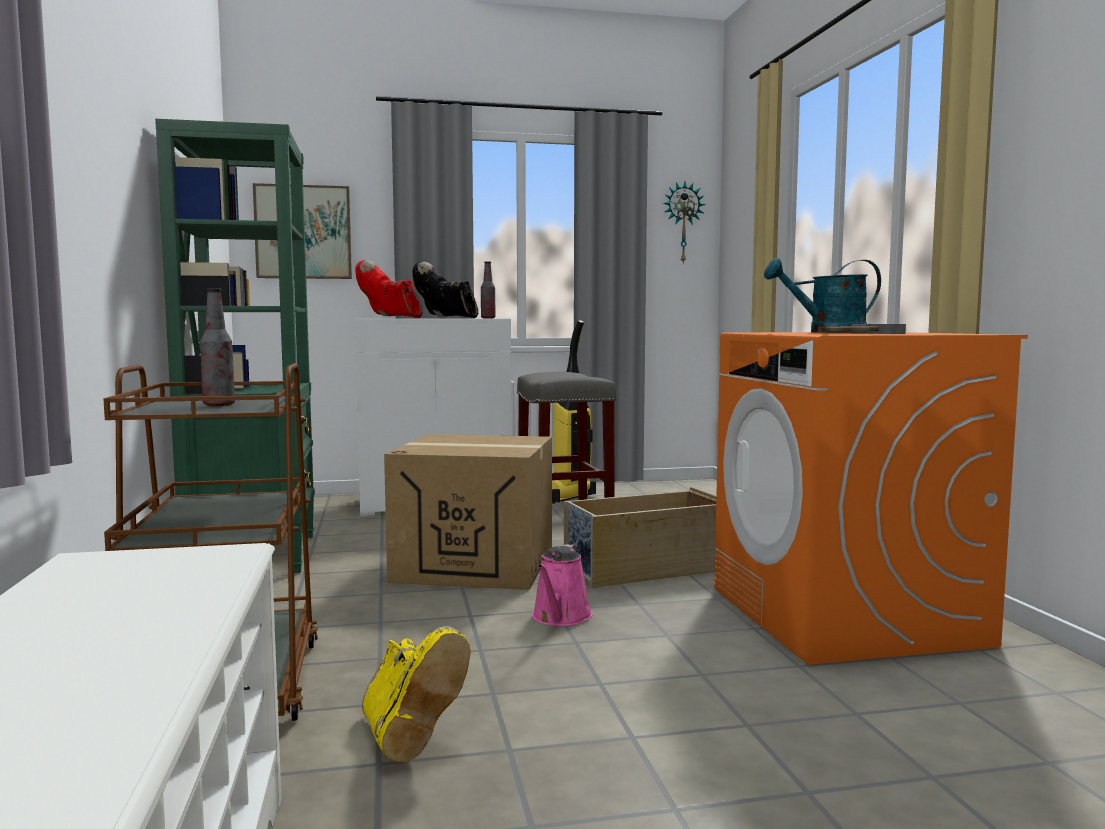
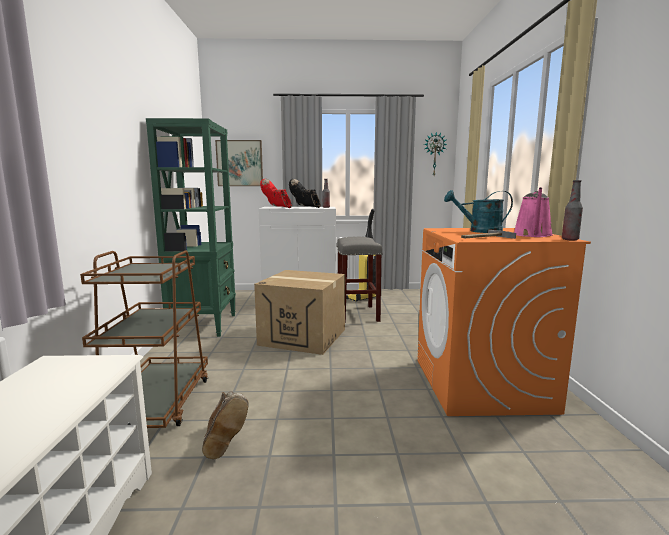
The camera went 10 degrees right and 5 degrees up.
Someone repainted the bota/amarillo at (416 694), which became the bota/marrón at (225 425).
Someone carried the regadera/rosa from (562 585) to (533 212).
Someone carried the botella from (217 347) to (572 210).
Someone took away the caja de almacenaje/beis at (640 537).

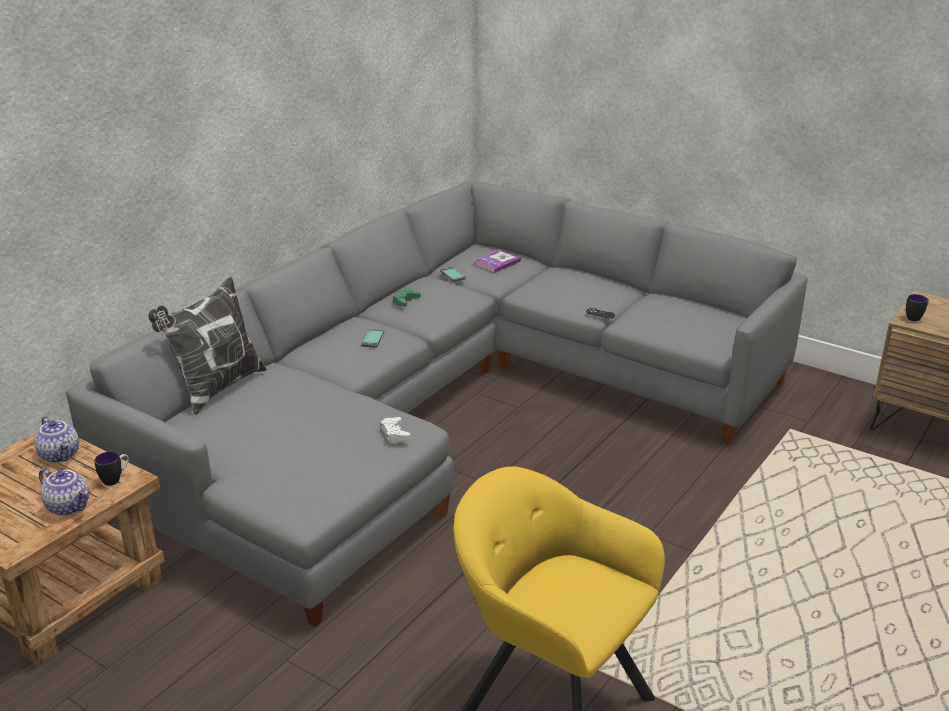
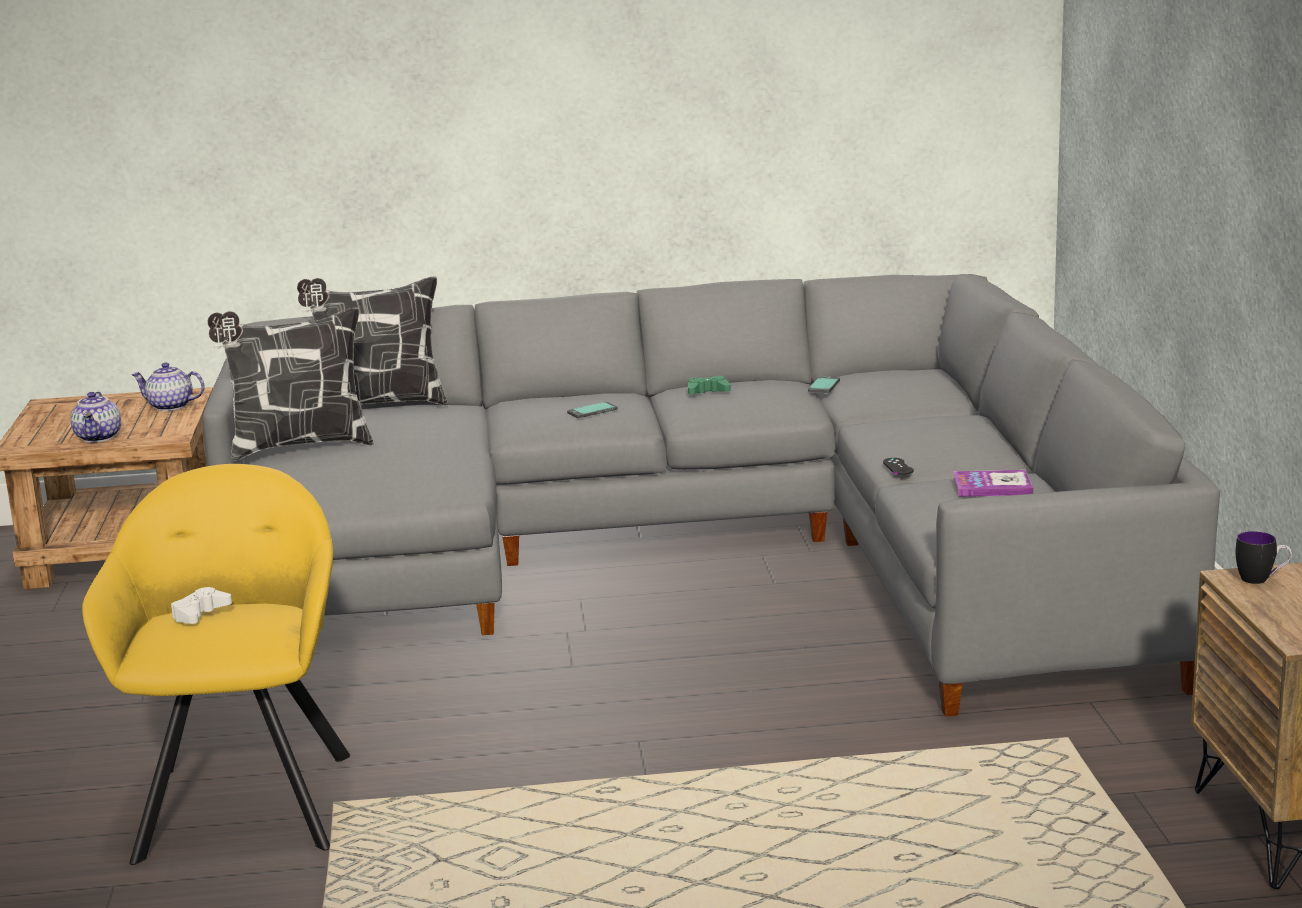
The camera went 50 degrees right and 10 degrees down.
Someone rotated the tetera at (56 439) by 90 degrees clockwise.
Someone carried the mando de consola/blanco from (395 430) to (201 605).
Someone put down the cojín at (290 384).
Someone carried the libro from (497 261) to (993 483).
Someone took away the taza grande at (111 469).

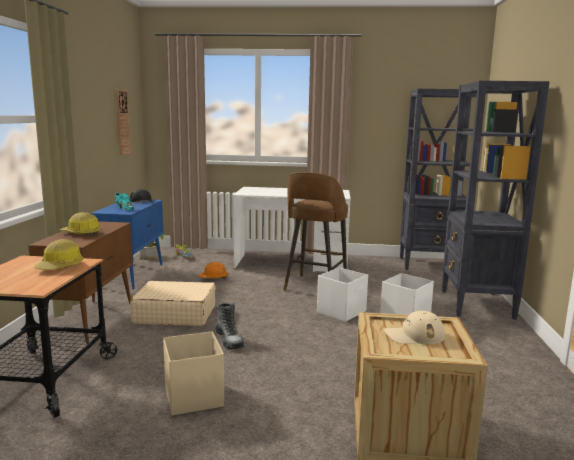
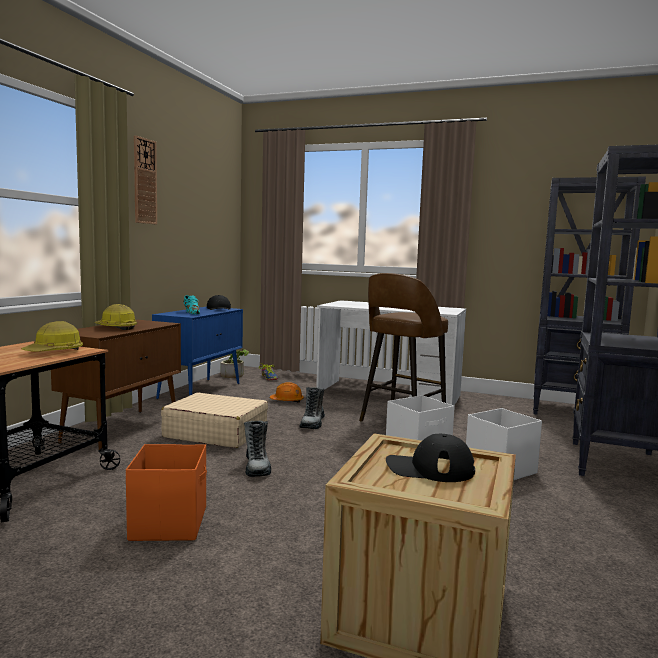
The camera went 15 degrees right and 5 degrees down.
Someone repainted the caja de almacenaje/beis at (193 373), which became the caja de almacenaje/naranja at (166 492).
Someone carried the reloj de pared from (123 122) to (145 179).
Someone put down the bota at (312 408).
Someone repainted the gorra/beis at (414 327), which became the gorra/negro at (430 458).

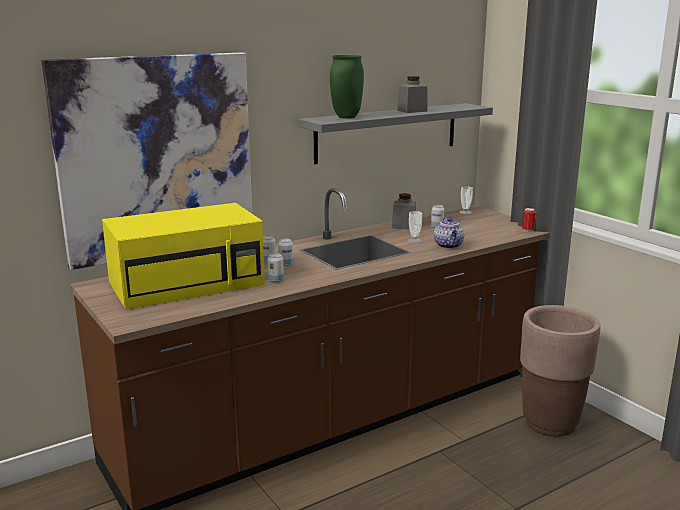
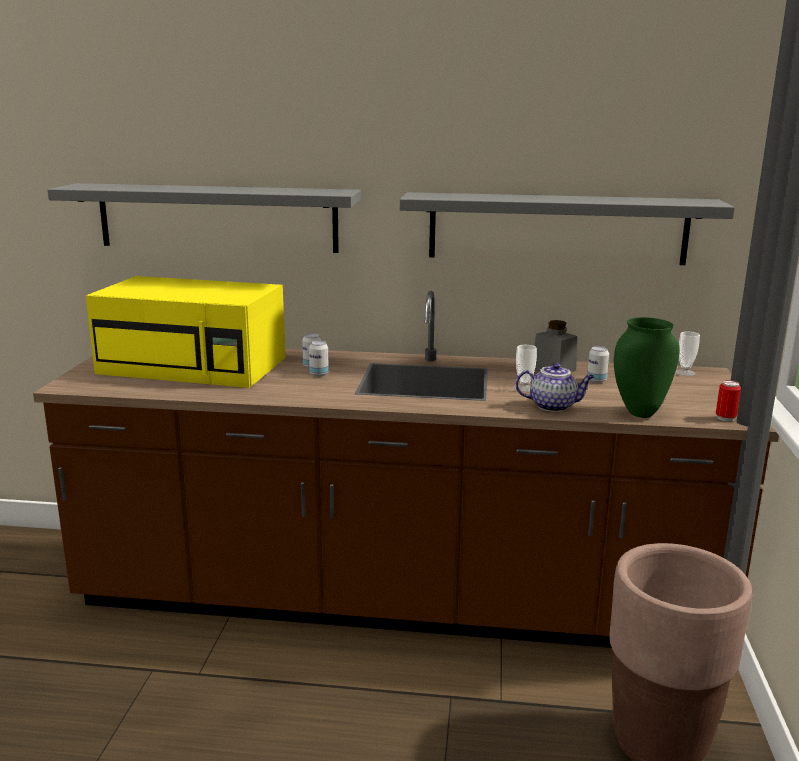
The camera went 40 degrees right and 0 degrees up.
Someone swapped the cuadro at (146 161) for the estante/gris at (204 218).
Someone rotated the tetera at (449 233) by 120 degrees counterclockwise.
Someone carried the florero/verde from (347 87) to (647 367).
Someone took away the lata at (275 268).
Someone took away the tarro/gris at (412 94).

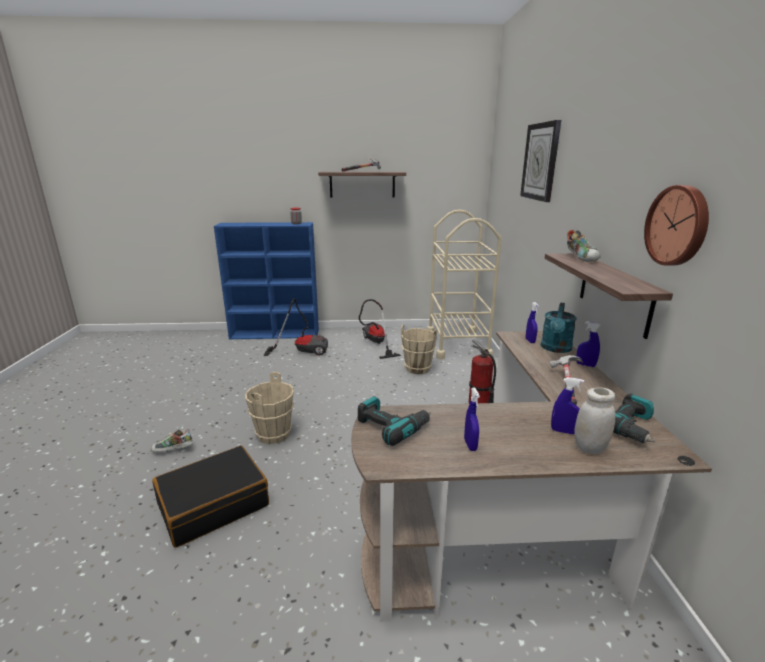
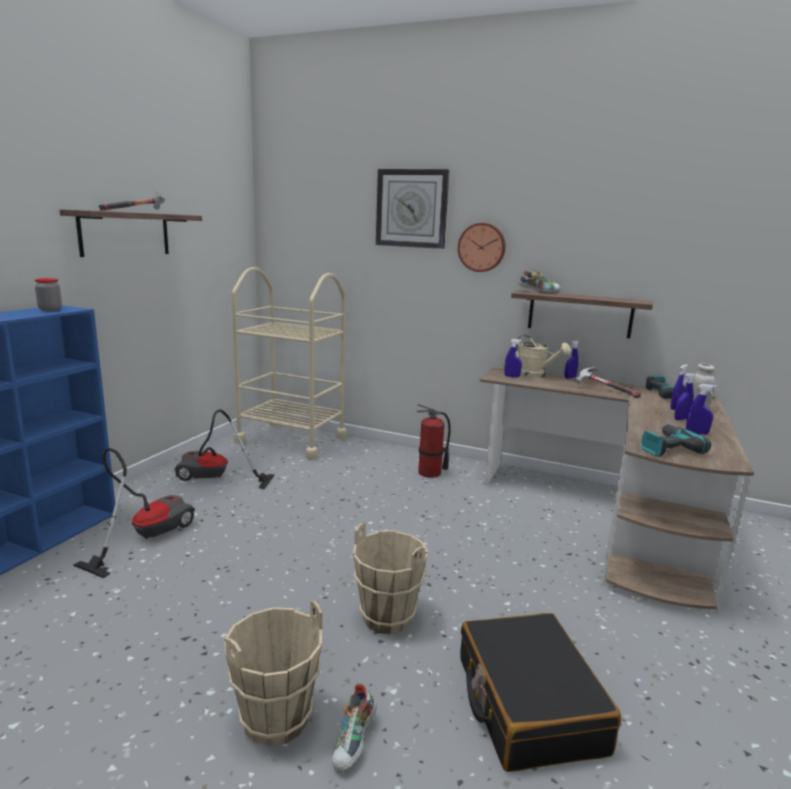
The camera went 65 degrees left and 5 degrees down.
Someone carried the cubo/beis from (419 349) to (273 674).
Someone carried the reloj de pared from (676 225) to (482 247).
Someone repainted the regadera/turquesa at (559 327), which became the regadera/beis at (543 356).
Someone put down the pulverizador/azul at (684 396).

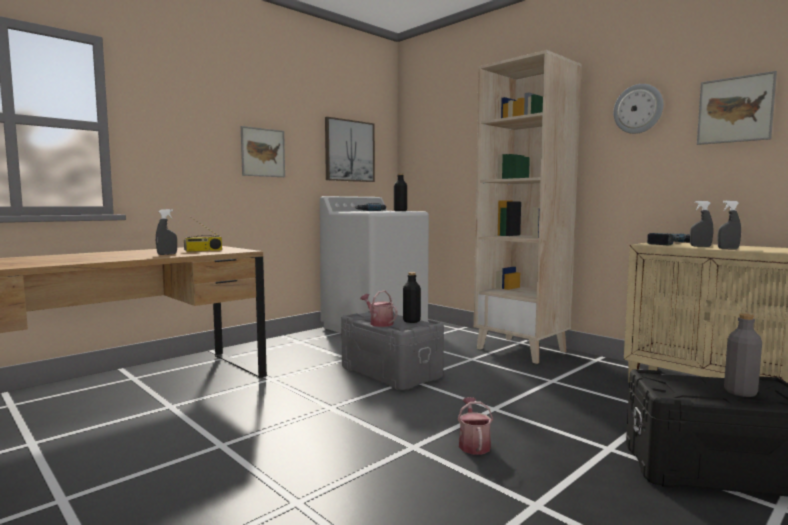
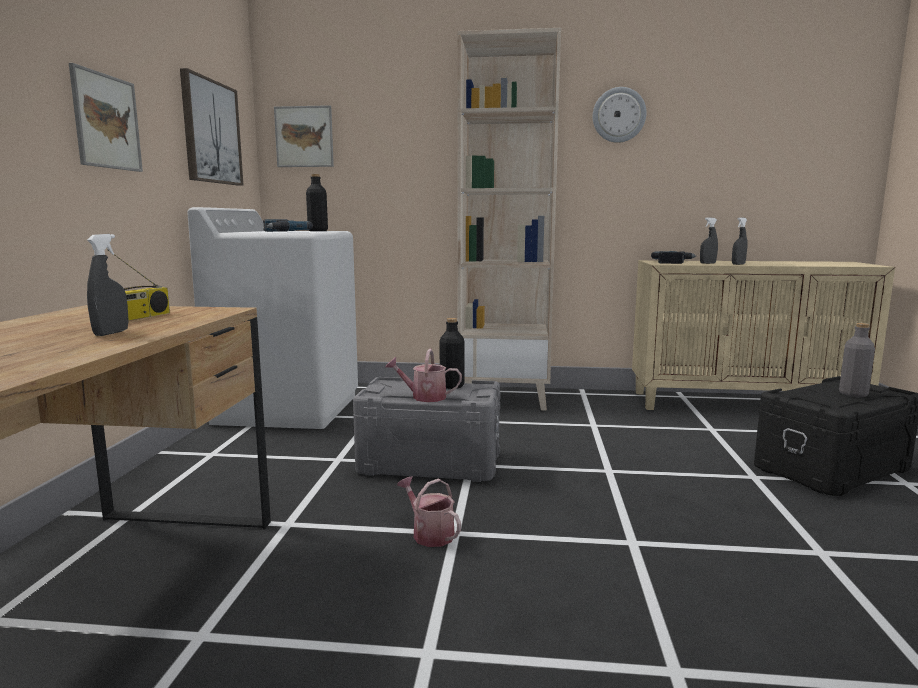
The camera went 40 degrees left and 5 degrees up.
Someone carried the cuadro from (737 108) to (304 136).
Someone carried the regadera from (475 425) to (429 512).

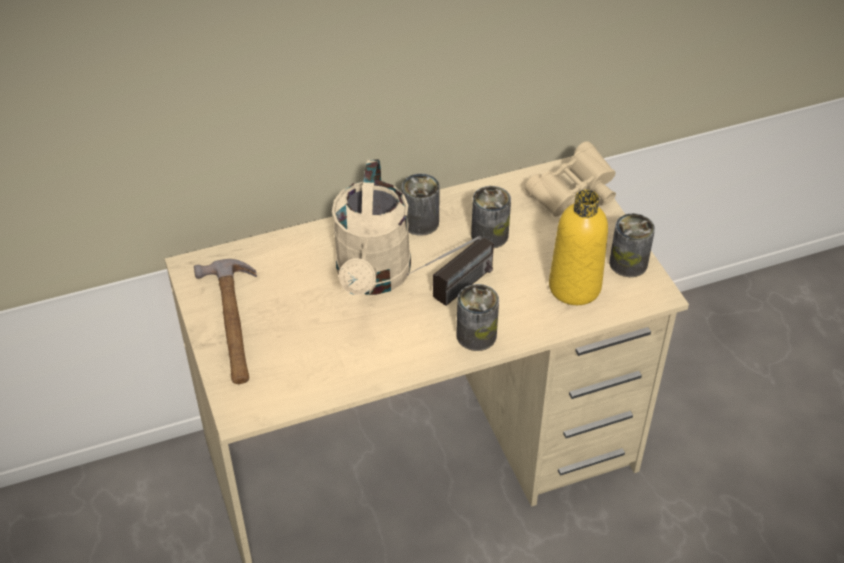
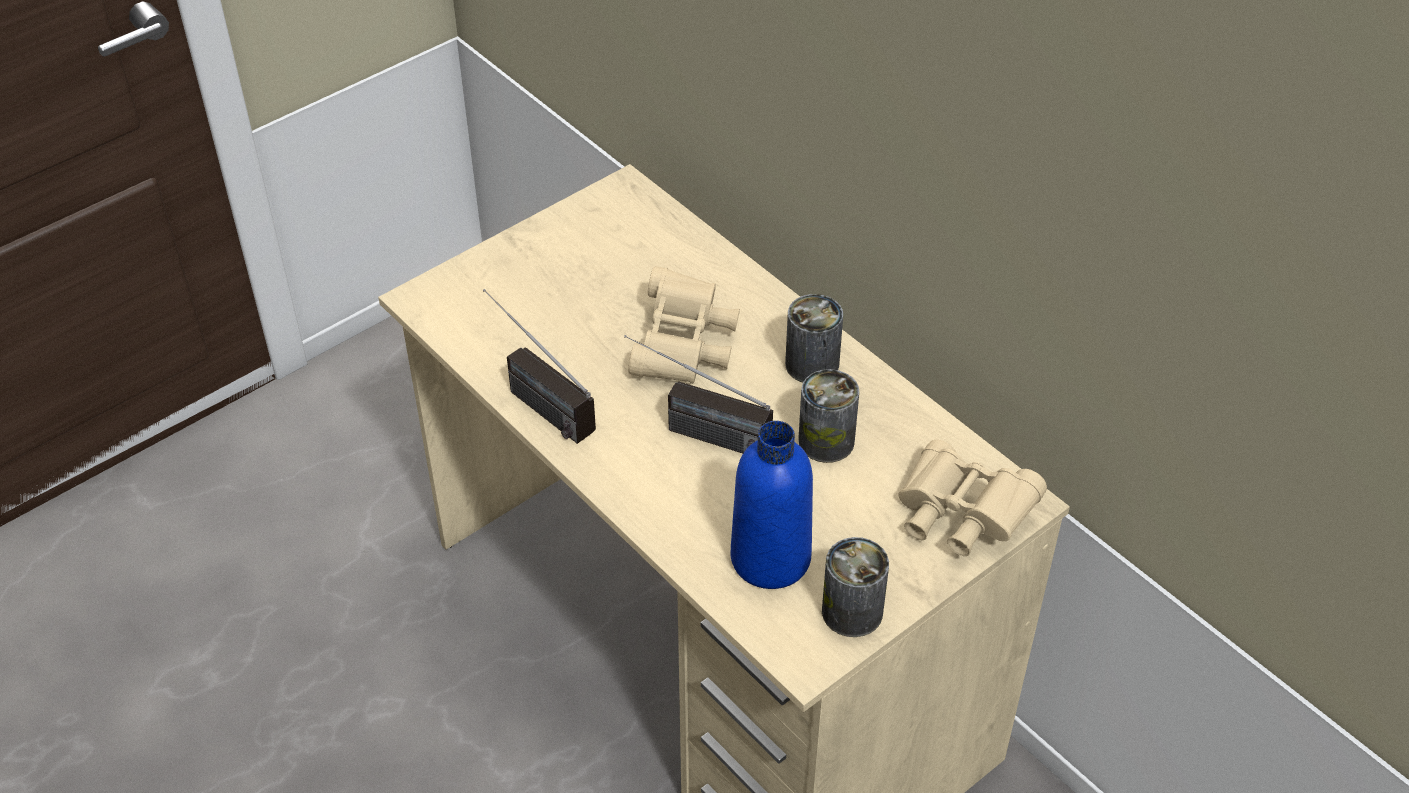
The camera went 70 degrees right and 0 degrees up.
Someone put down the radio at (539 366).
Someone swapped the regadera/beis at (371 227) for the prismáticos/beis at (684 325).
Someone repainted the botella/amarillo at (578 247), which became the botella/azul at (772 505).
Someone took away the martillo at (225 321).
Someone took away the lata at (477 317).

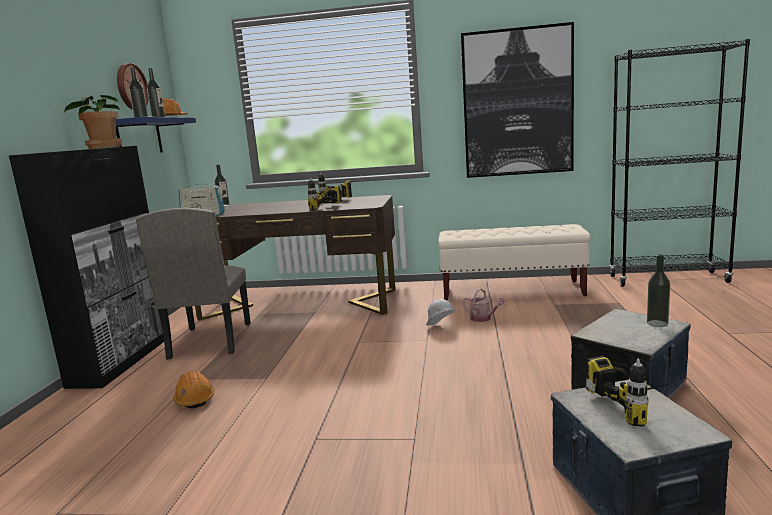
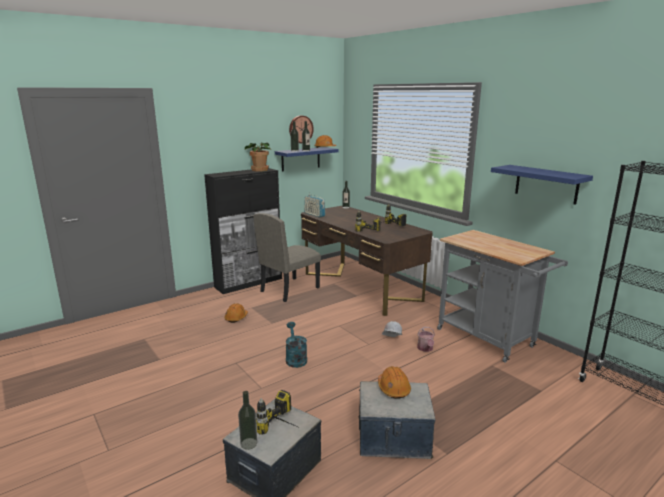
The camera went 45 degrees right and 5 degrees up.
Someone carried the botella from (658 290) to (247 420).
Someone put down the regadera/turquesa at (296 345).
Someone put down the casco/naranja at (394 382).
Someone swapped the banco/beis at (514 262) for the carrito/gris at (502 296).
Someone swapped the cuadro at (517 100) for the estante/azul at (542 185).

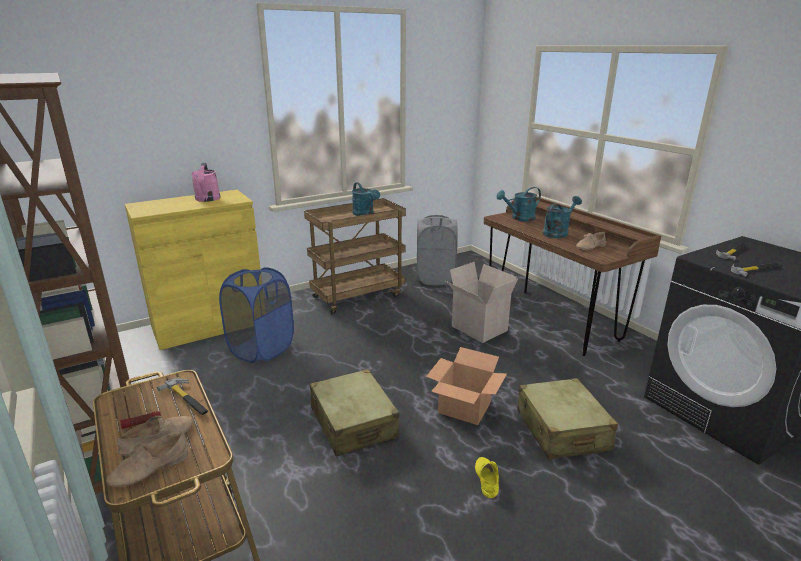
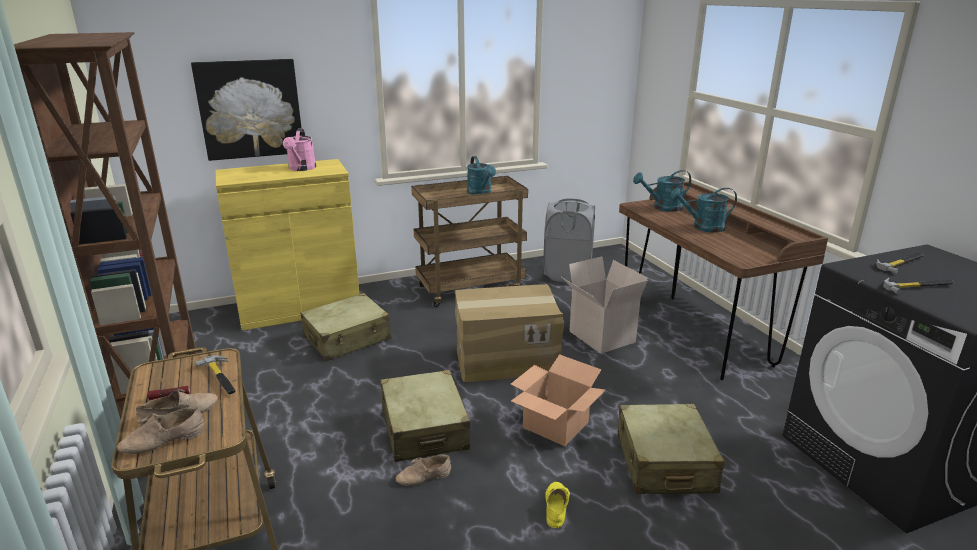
The camera went 10 degrees right and 0 degrees up.
Someone put up the cuadro at (246 110).
Someone swapped the cesto de la ropa/azul at (256 315) for the maleta/beis at (345 327).
Someone carried the zapato/beis from (591 241) to (423 470).
Someone put down the caja de cartón at (509 333).
Someone rotated the regadera/turquesa at (562 217) by 150 degrees counterclockwise.

